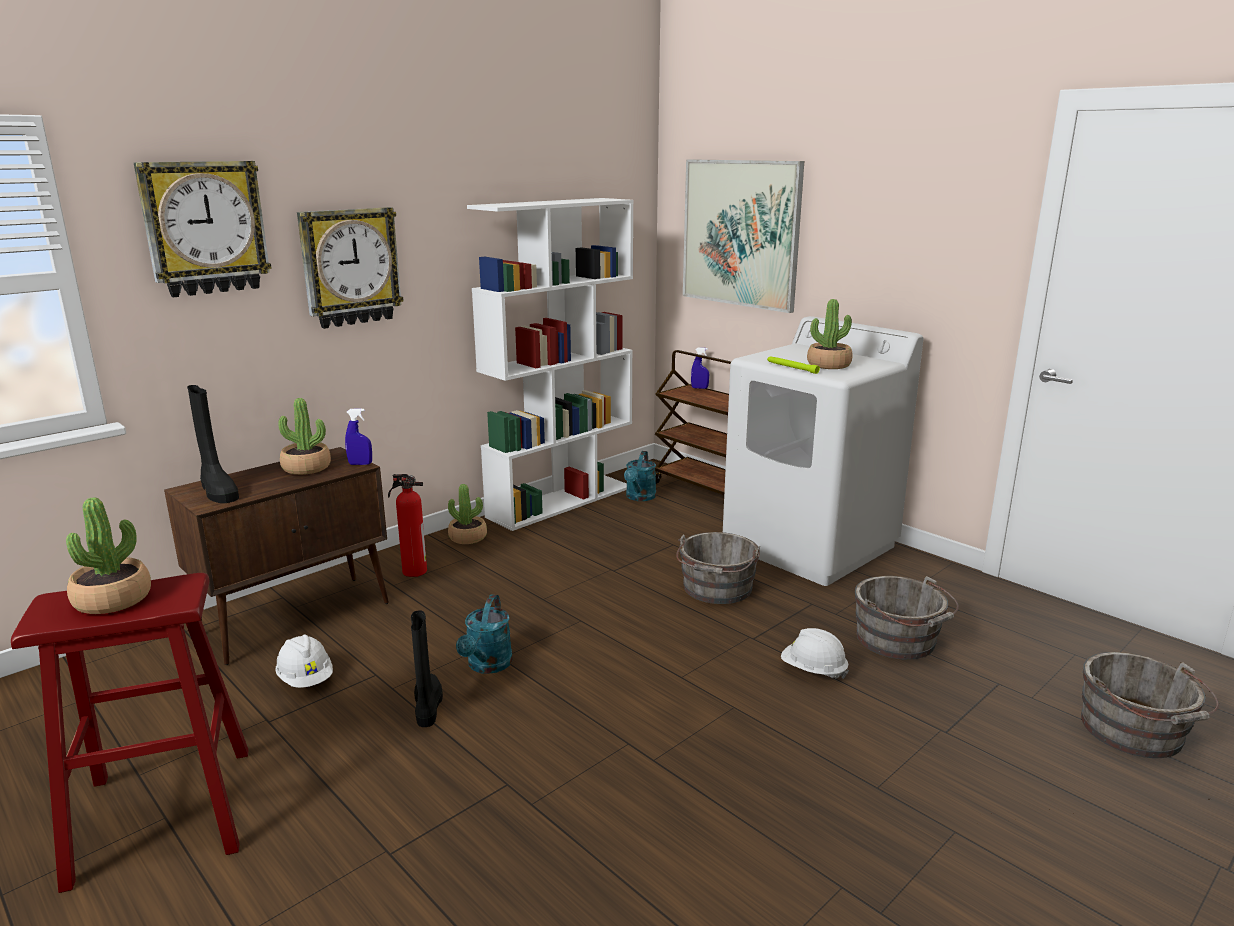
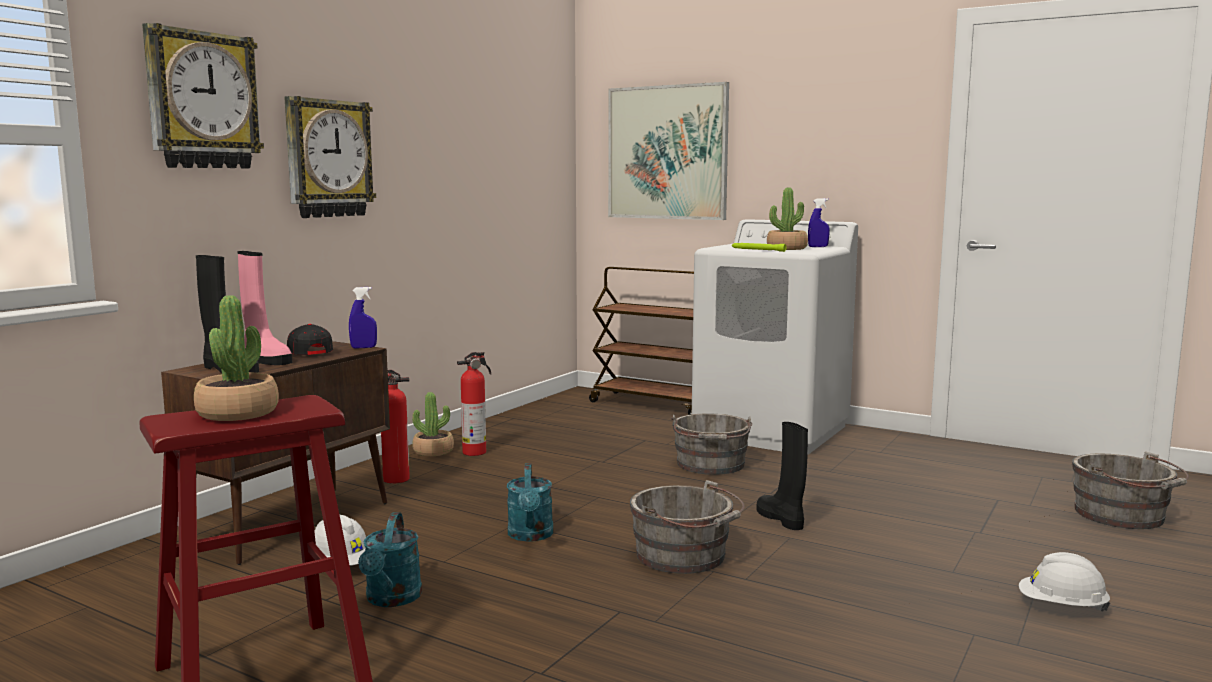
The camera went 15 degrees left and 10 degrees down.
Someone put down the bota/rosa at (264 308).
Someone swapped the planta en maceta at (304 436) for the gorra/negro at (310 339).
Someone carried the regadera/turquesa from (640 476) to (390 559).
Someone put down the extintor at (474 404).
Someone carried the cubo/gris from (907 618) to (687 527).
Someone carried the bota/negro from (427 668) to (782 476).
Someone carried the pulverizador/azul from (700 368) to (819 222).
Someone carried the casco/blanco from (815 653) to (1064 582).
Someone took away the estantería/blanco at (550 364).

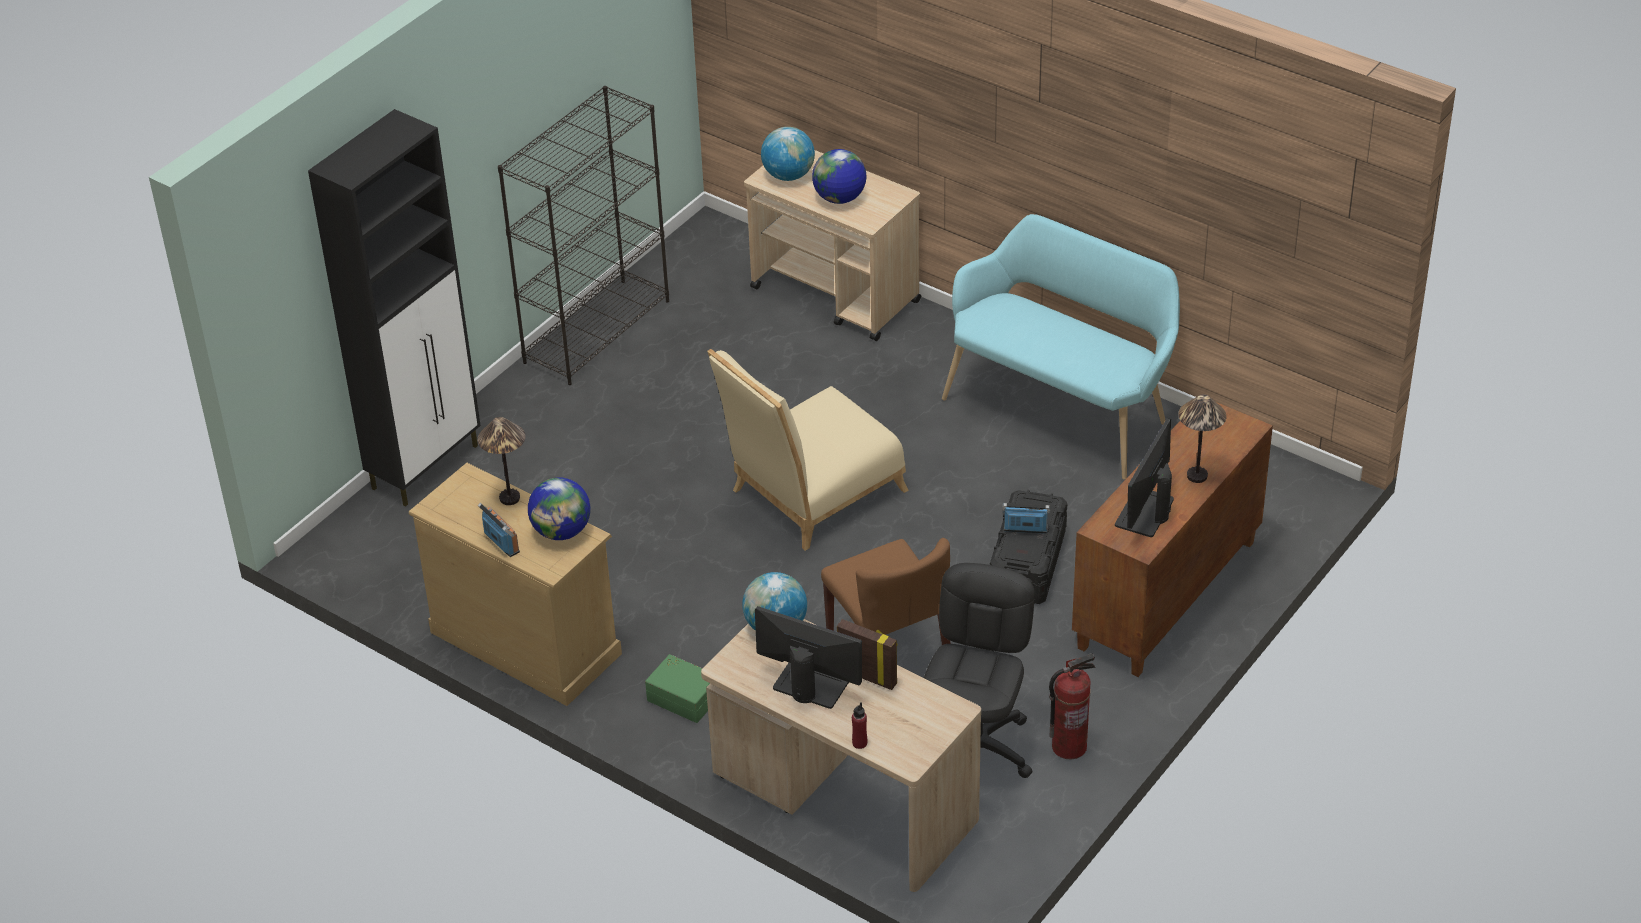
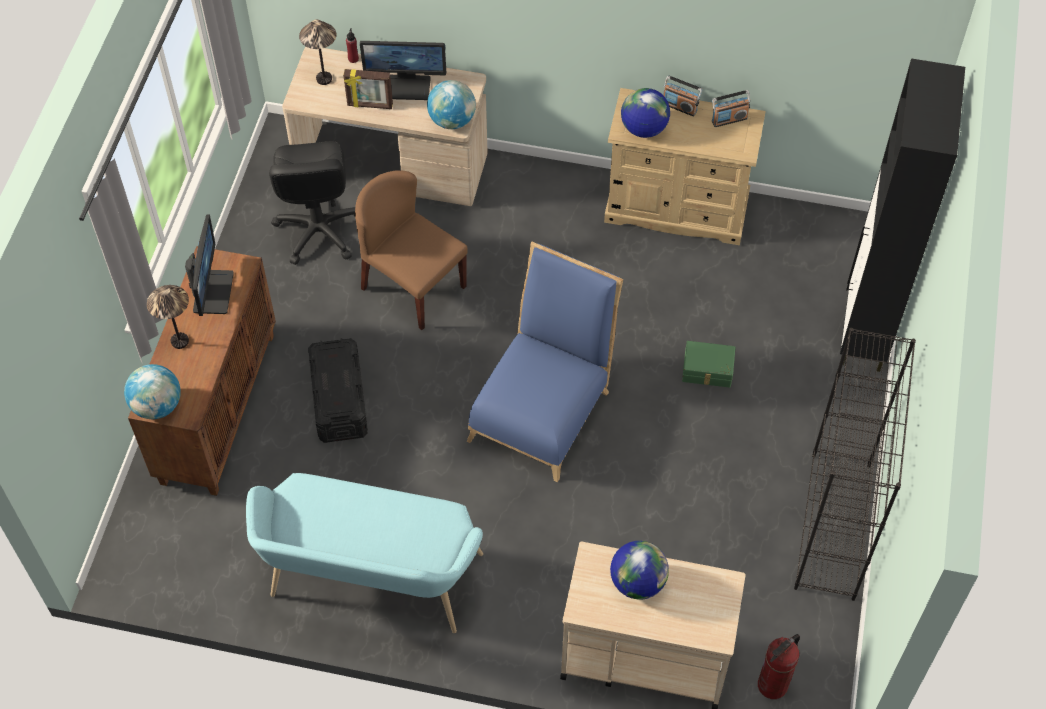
The camera went 155 degrees right and 15 degrees up.
Someone carried the globo terráqueo from (788 154) to (152 391).
Someone carried the lámpara de mesa from (502 461) to (317 52).
Someone repainted the silla/beis at (808 450), which became the silla/azul at (545 362).
Someone carried the caja de almacenaje/verde from (677 688) to (708 364).
Someone carried the radio from (1026 518) to (731 108).
Someone carried the extintor from (1072 706) to (779 666).

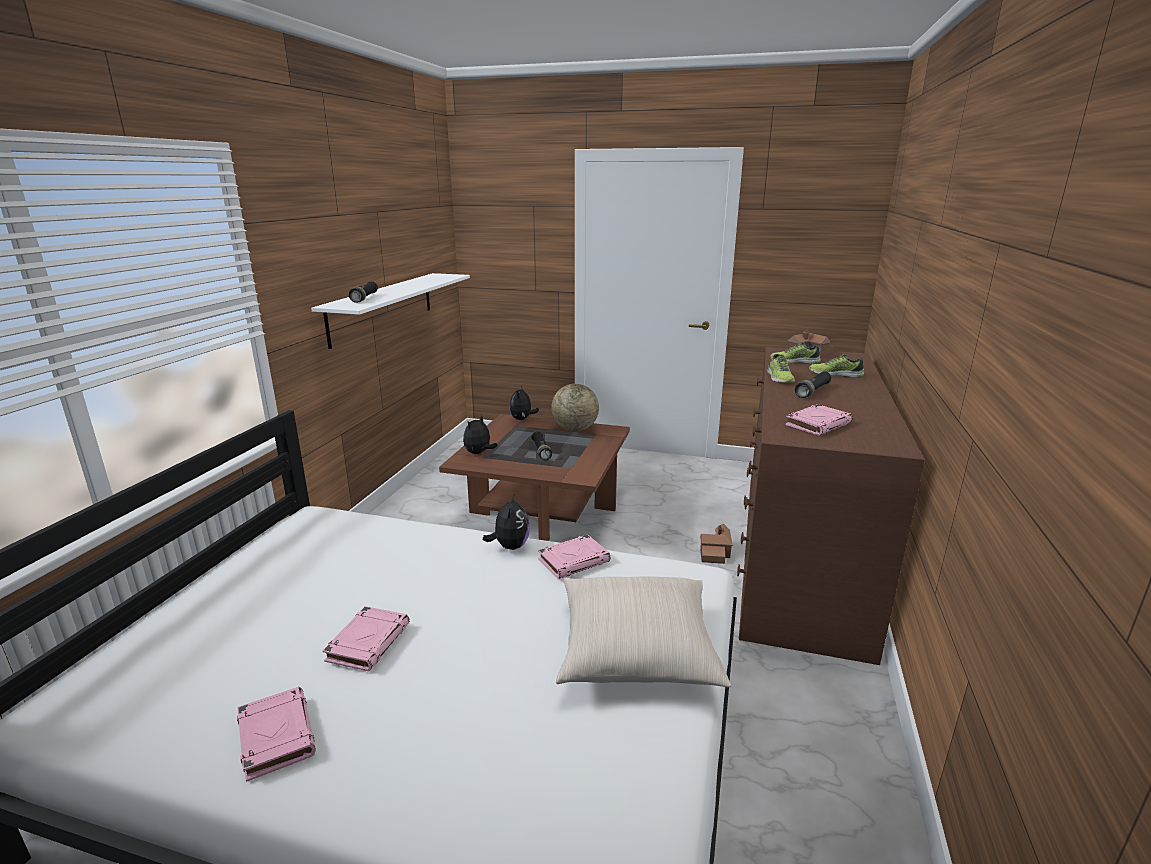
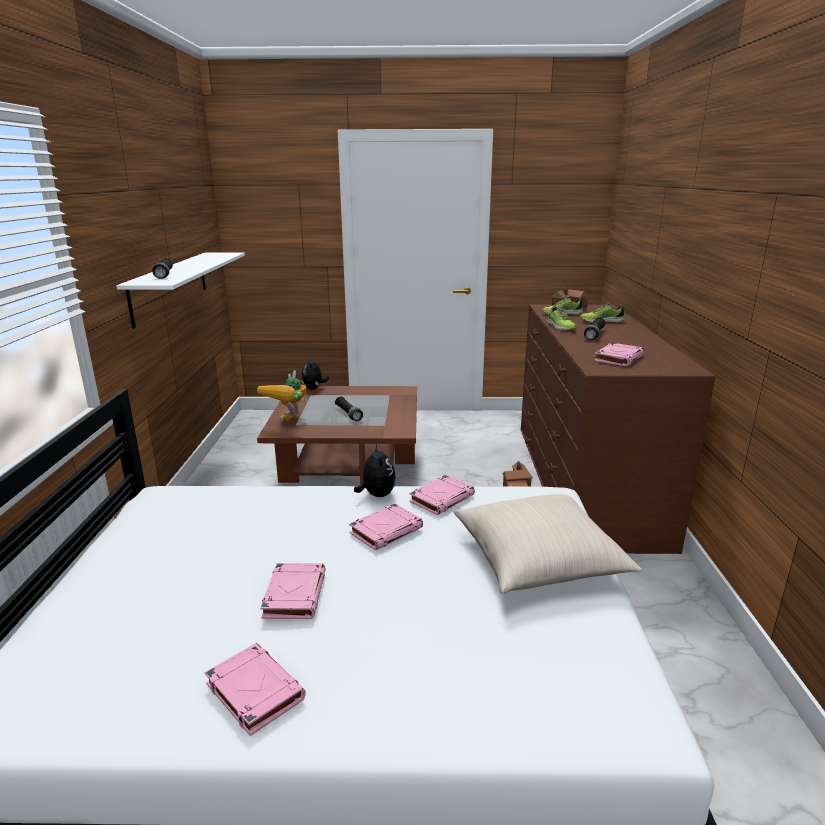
The camera went 15 degrees left and 0 degrees up.
Someone swapped the peluche at (480 434) for the robot de juguete at (282 395).
Someone put down the libro/rosa at (386 527).
Someone took away the globo terráqueo at (575 408).

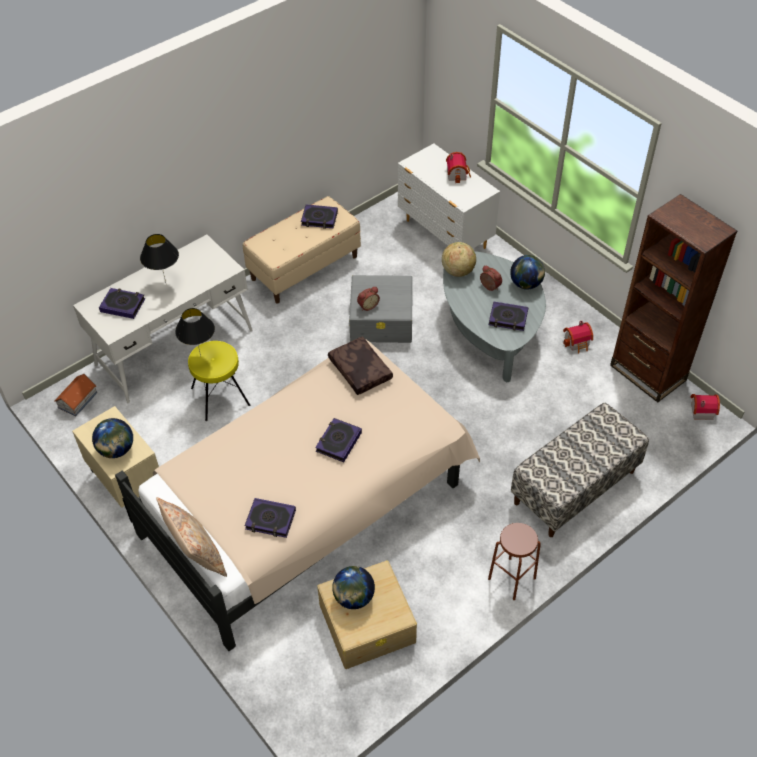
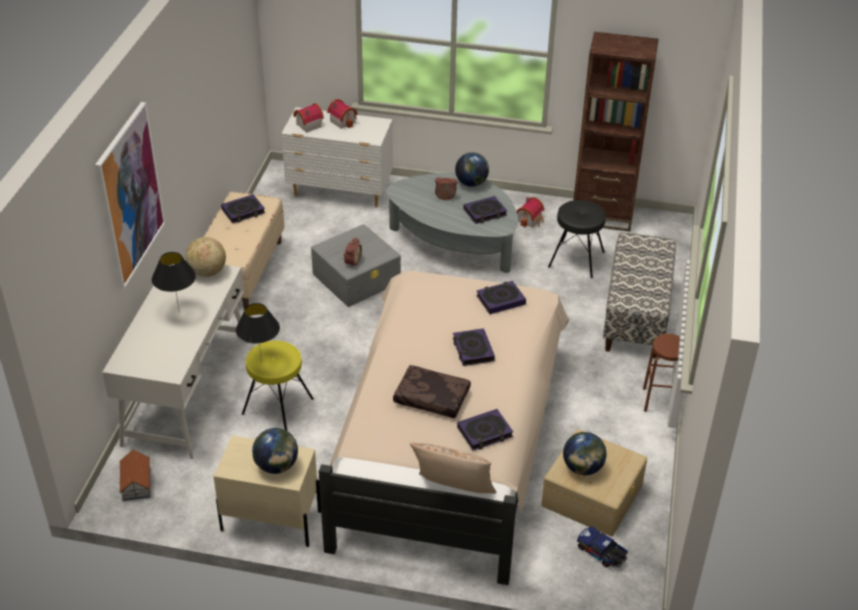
The camera went 40 degrees left and 10 degrees down.
Someone put up the cuadro at (130 195).
Someone carried the globo terráqueo from (459 259) to (205 257).
Someone carried the casita from (705 407) to (308 117).
Someone carried the cojín/marrón from (360 365) to (432 391).
Someone carried the libro from (122 303) to (501 297).
Someone put down the taburete/negro at (577 239).
Someone put down the camión de juguete at (602 546).

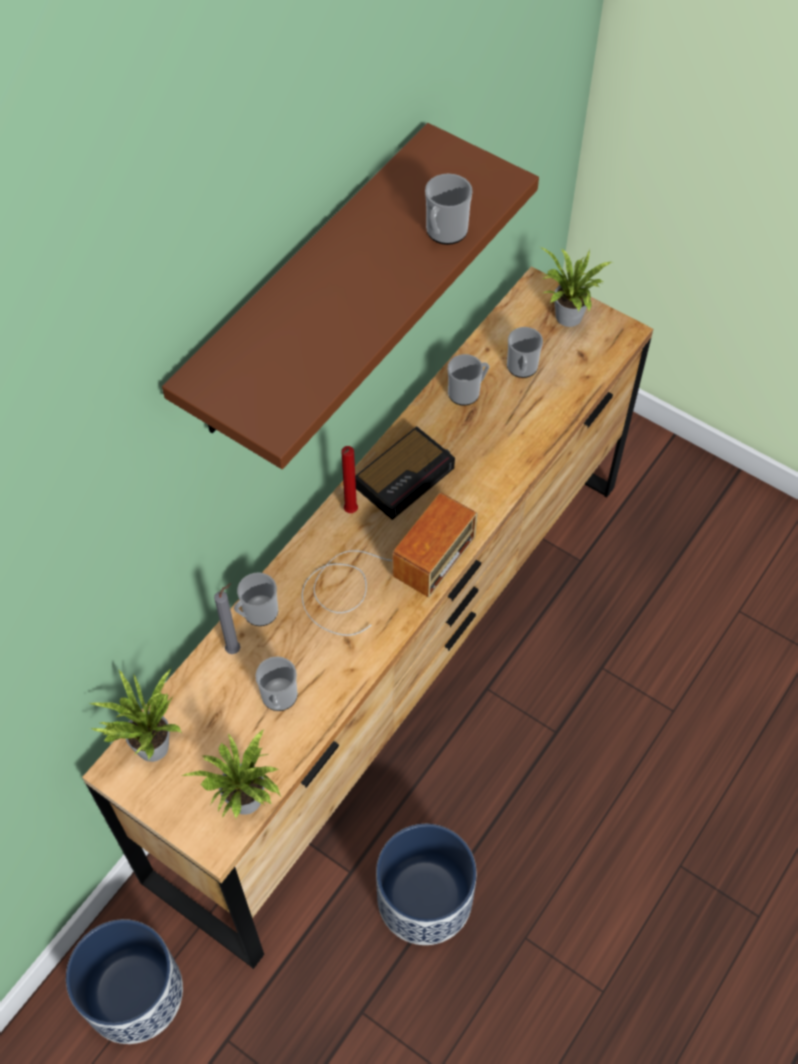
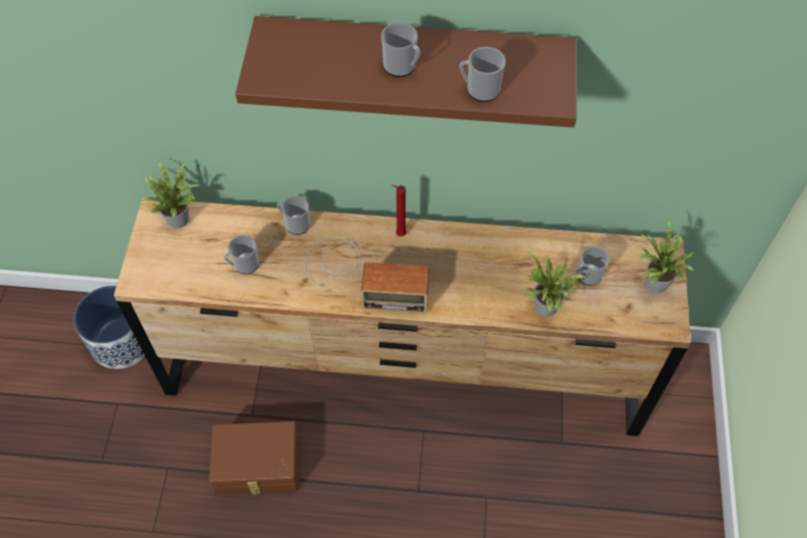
The camera went 60 degrees right and 0 degrees up.
Someone swapped the maceta at (426 884) for the caja de almacenaje/marrón at (254 458).
Someone carried the taza grande from (469 380) to (401 49).
Someone carried the planta en maceta from (231 773) to (553 283).
Someone took away the vela/gris at (227 618).
Someone took away the despertador at (405 473).

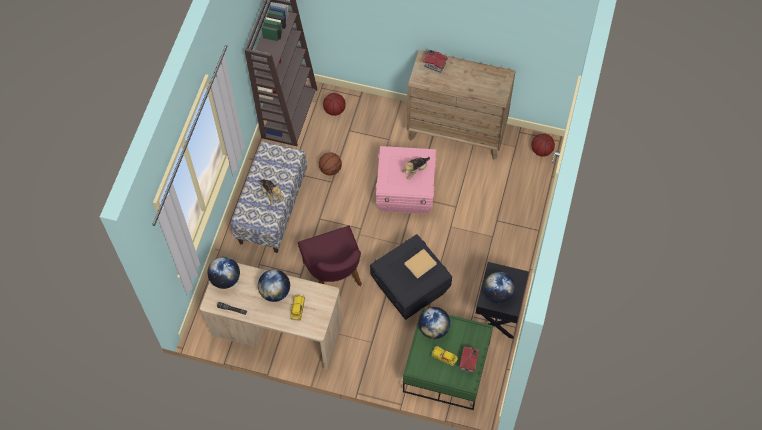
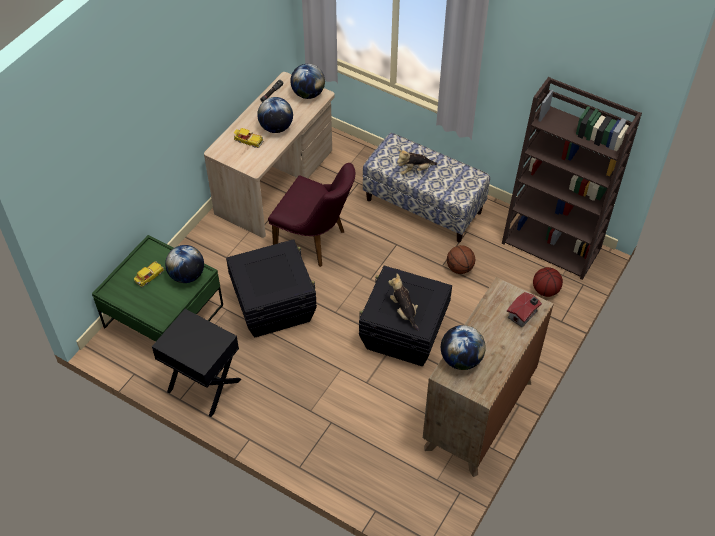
The camera went 105 degrees right and 10 degrees down.
Someone rotated the silla/morado at (330 256) by 150 degrees counterclockwise.
Someone repainted the caja de almacenaje/rosa at (406 180), which became the caja de almacenaje/negro at (405 316).
Someone carried the globo terráqueo from (499 288) to (463 347).
Someone took away the libro/beis at (420 264).
Someone took away the casita at (469 360).
Someone took away the balón de baloncesto at (543 145).

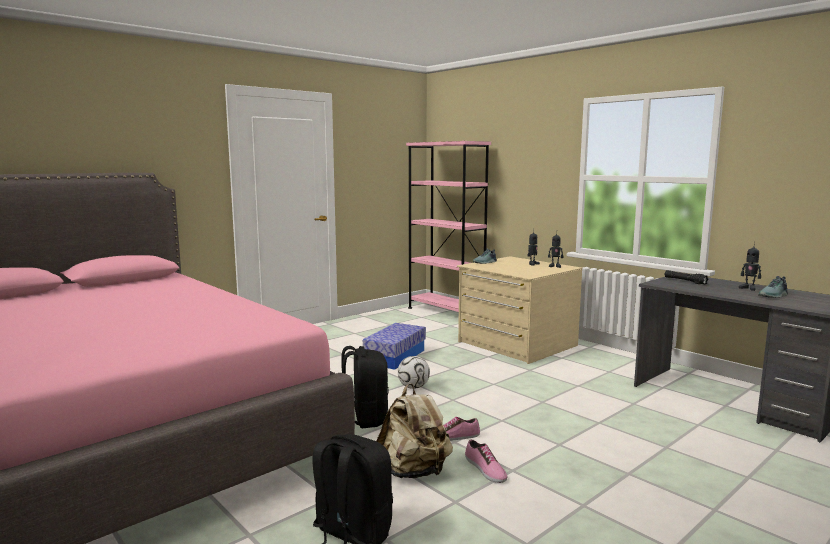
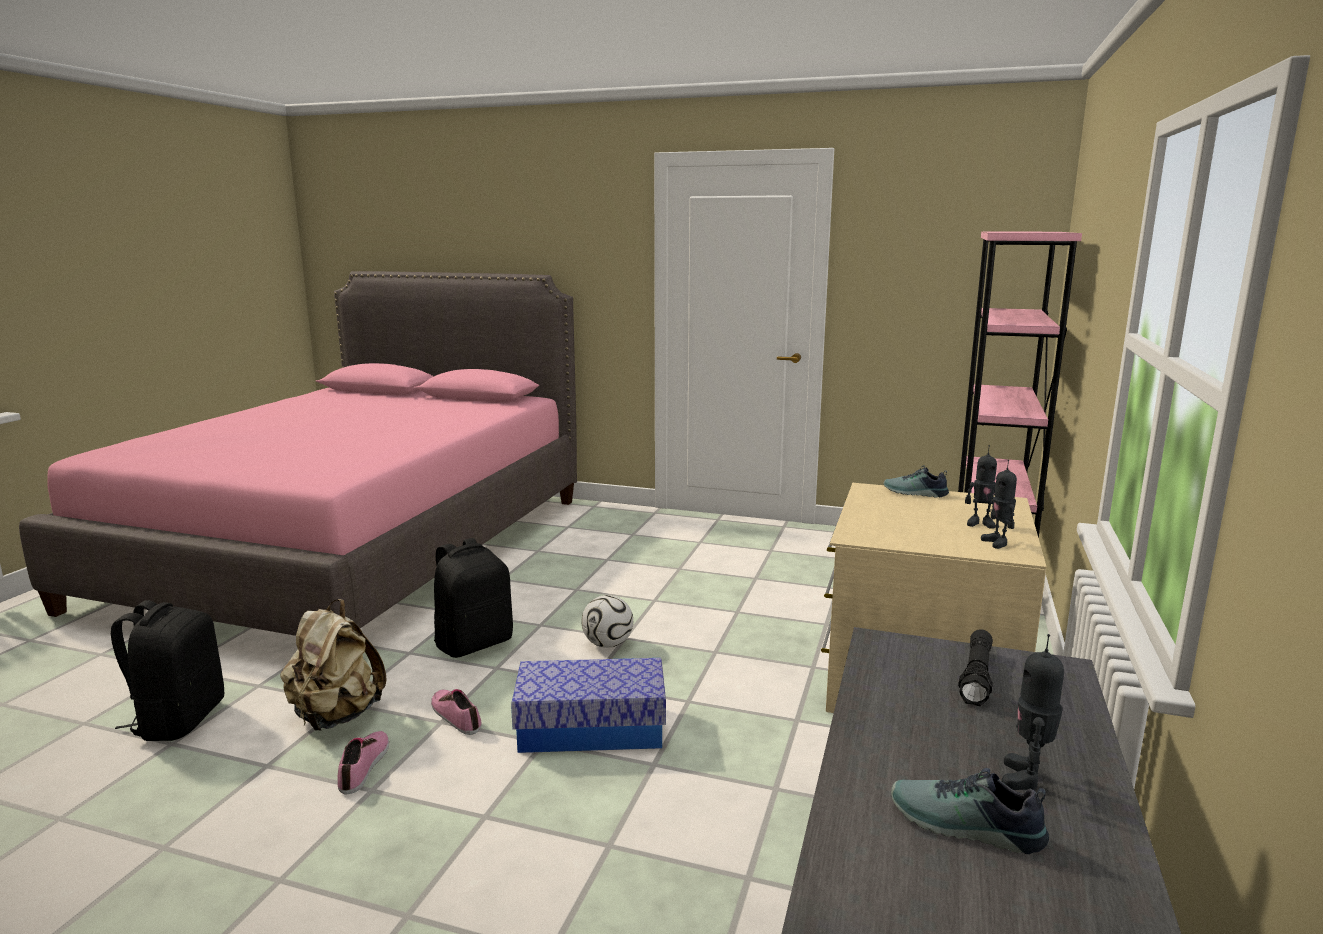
The camera went 60 degrees right and 5 degrees up.
Someone rotated the zapato at (486 461) by 150 degrees clockwise.
Someone carried the caja de almacenaje from (394 346) to (588 705).

